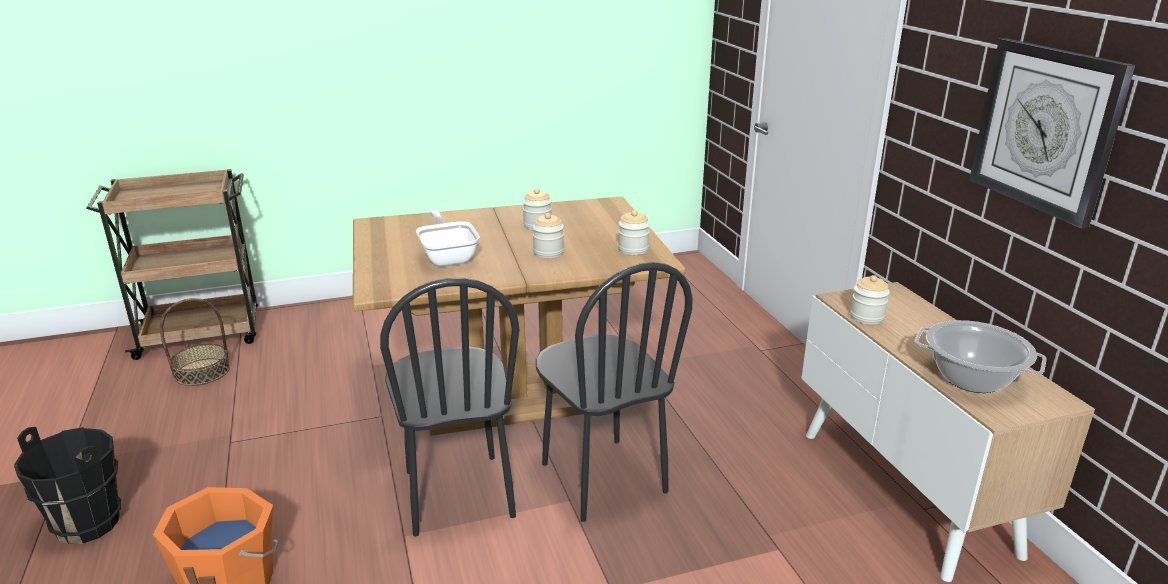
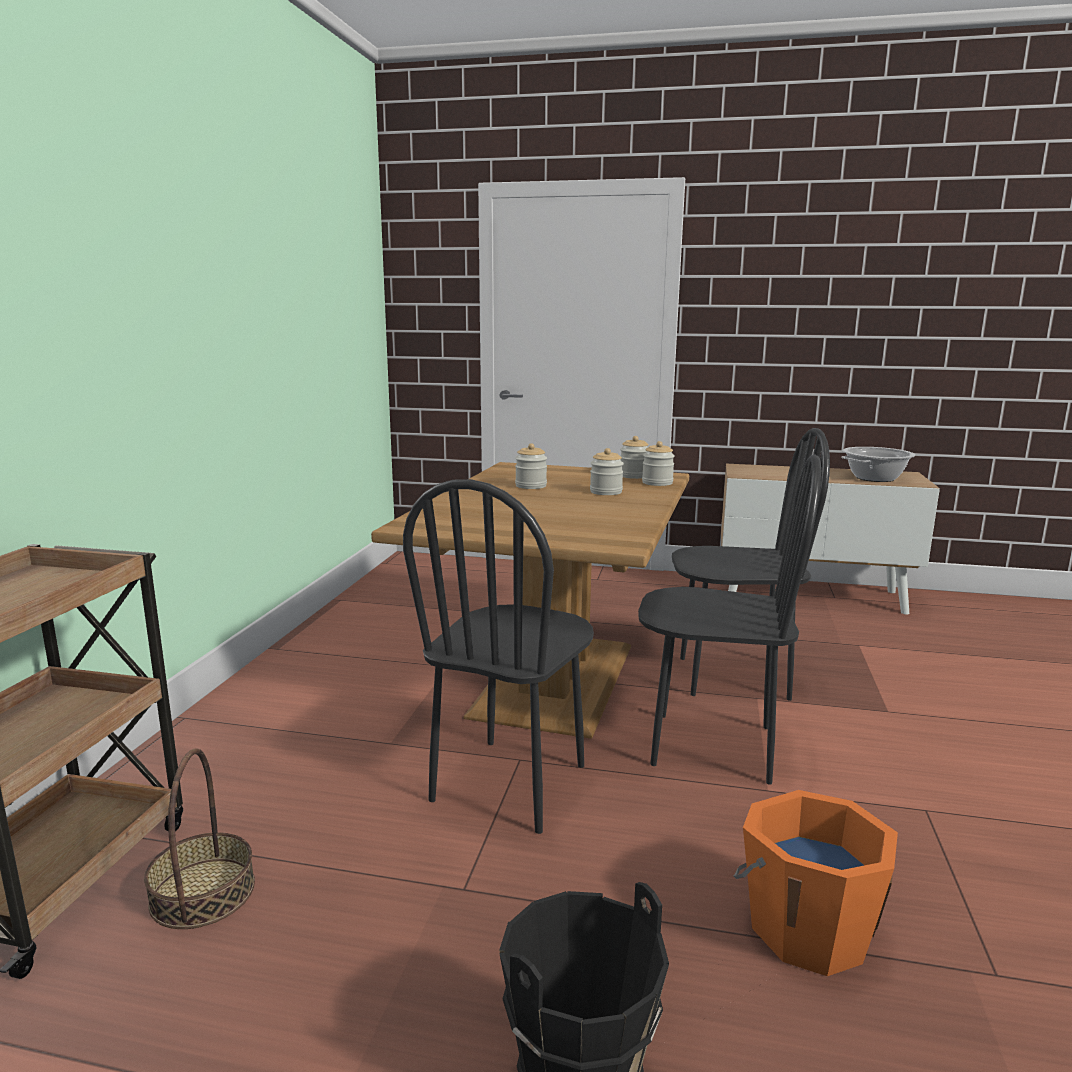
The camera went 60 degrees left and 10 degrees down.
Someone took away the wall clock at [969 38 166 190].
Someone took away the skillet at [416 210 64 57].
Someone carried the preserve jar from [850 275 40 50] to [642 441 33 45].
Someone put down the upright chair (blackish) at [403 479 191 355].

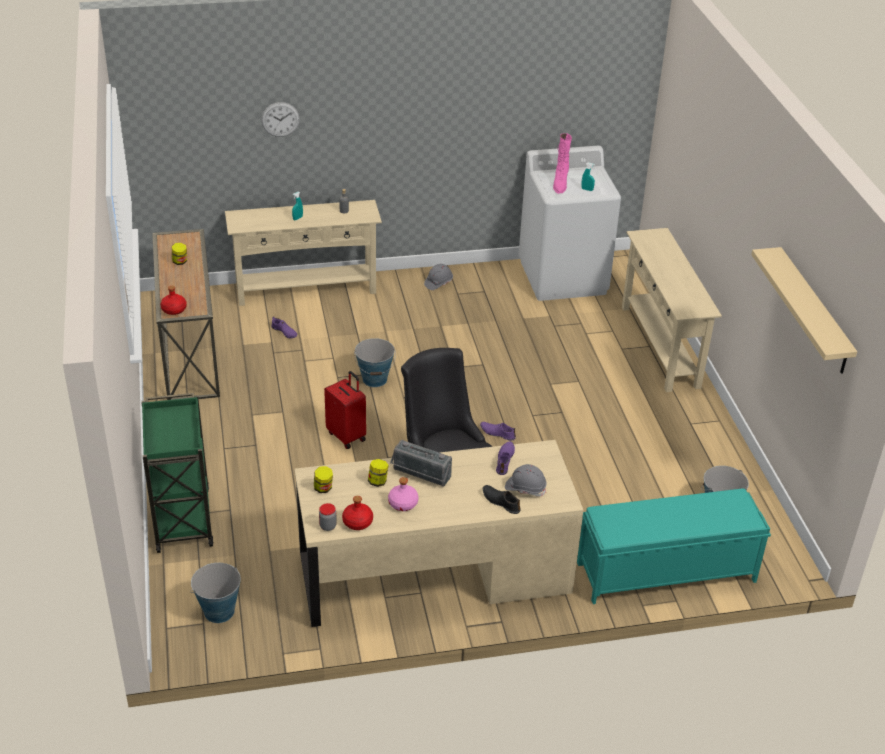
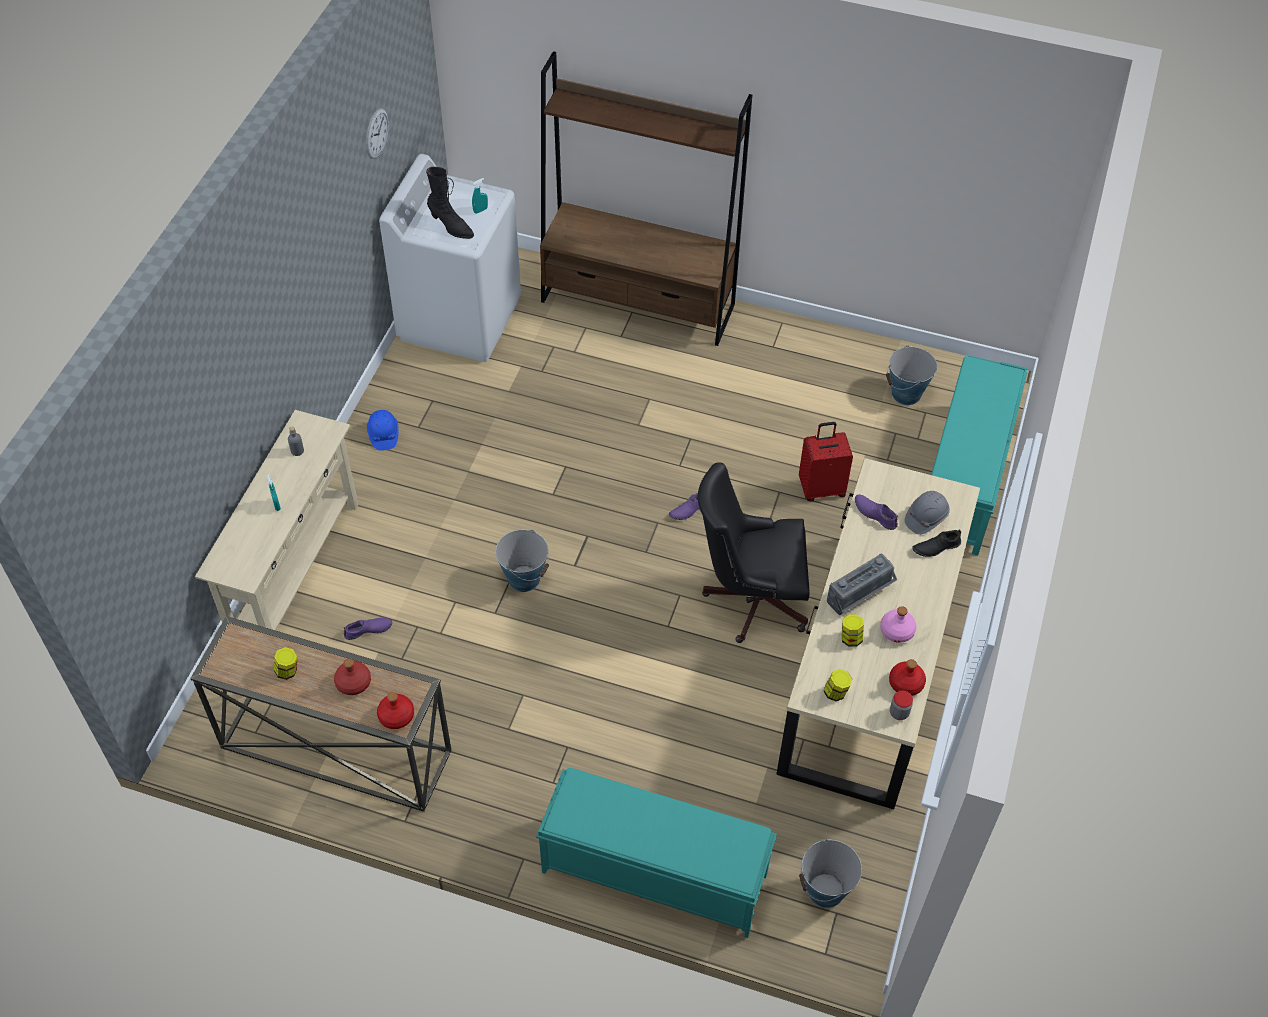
The camera went 60 degrees left and 15 degrees up.
Someone carried the wall clock from [261 102 39 35] to [366 108 23 51].
Someone repainted the high-top boot (pink-coloured) at [553 133 19 60], which became the high-top boot (blackish) at [426 167 48 72].
Someone swapped the narrow table (sand-coloured) at [622 228 100 164] for the shelving unit (brownish) at [540 51 212 295].
Someone took away the wall shelf (sand-coloured) at [751 247 106 127].
Someone repainted the work helmet (grey) at [424 264 29 26], which became the work helmet (blue-coloured) at [367 410 31 41].
Someone carried the travel case (red-coloured) from [324 371 42 78] to [799 422 54 79].
Someone swapped the trolley (green-coloured) at [141 393 73 160] for the bench (blue-green) at [536 768 241 170].
Someone put down the bottle (red-coloured) at [334 659 37 36].

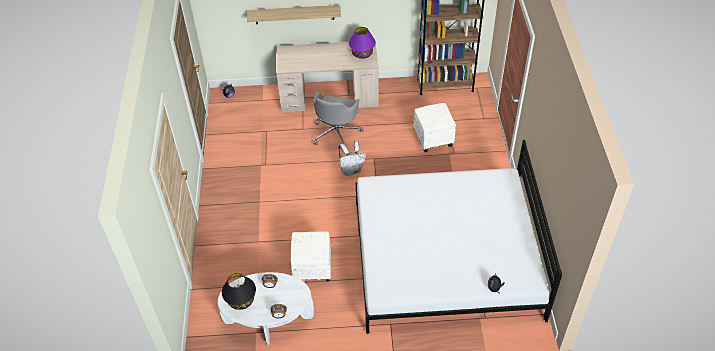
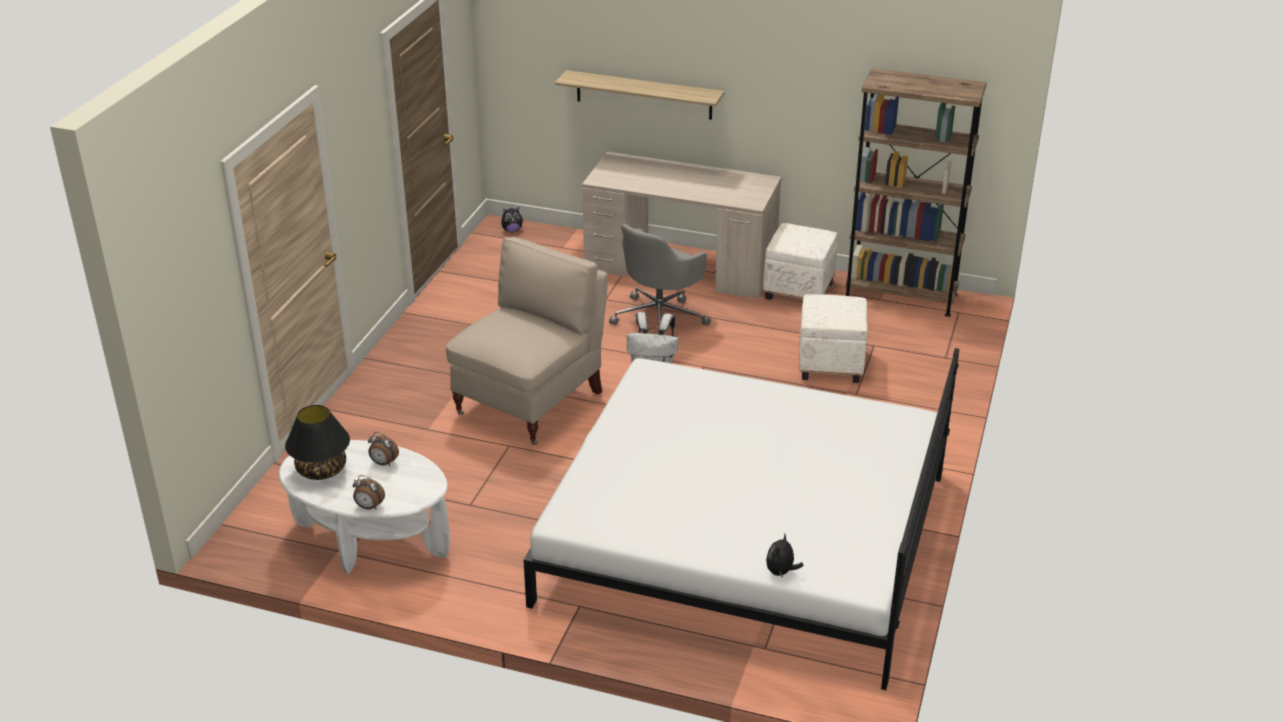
The camera went 20 degrees right and 15 degrees down.
Someone took away the table lamp (purple) at [349 27 27 32].
Someone carried the ottoman (white-coloured) from [291 232 40 49] to [763 223 75 77].
Someone put down the upright chair (sand-coloured) at [446 237 162 208].

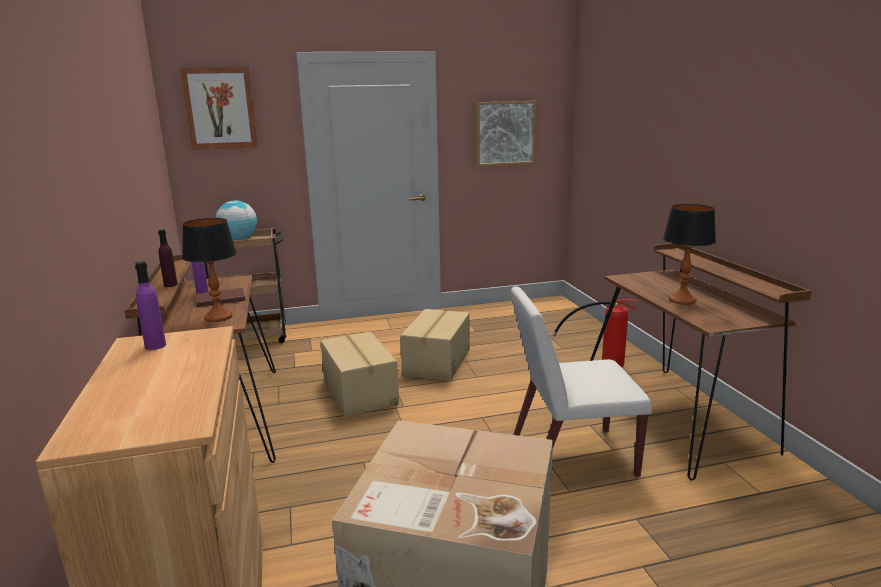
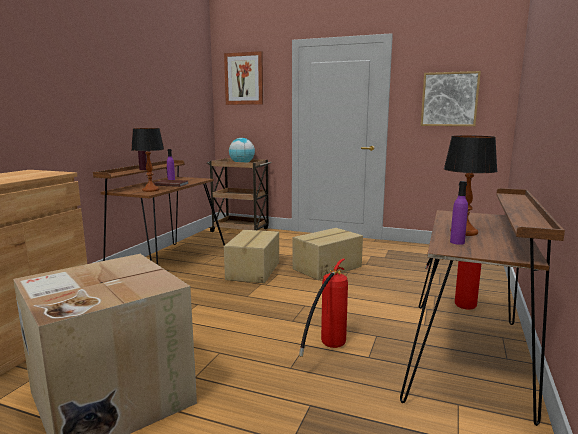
The camera went 35 degrees right and 5 degrees down.
Someone carried the bottle (purple) from [135 261 31 89] to [450 181 18 64].
Someone swapped the upright chair (white-coloured) at [511 286 141 191] for the fire extinguisher at [299 259 49 98].

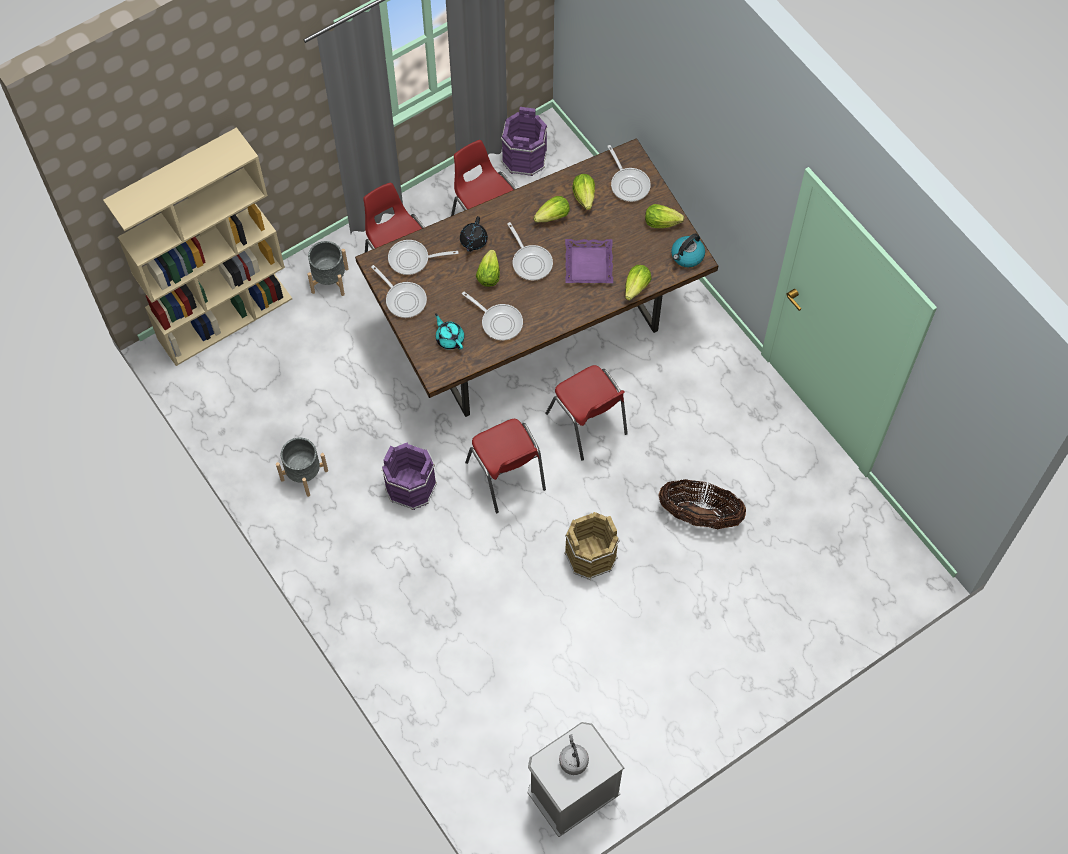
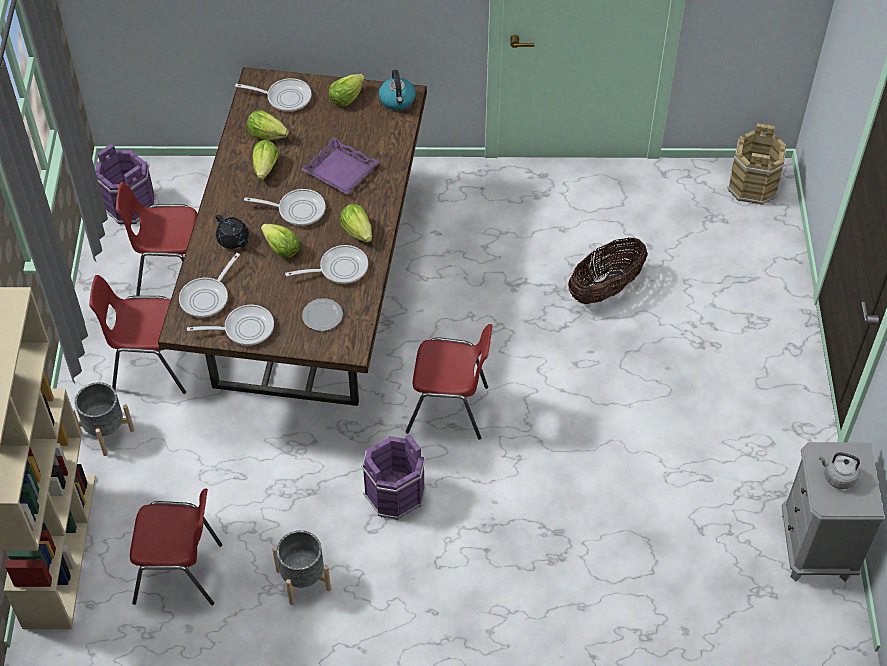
The camera went 55 degrees left and 10 degrees down.
Someone carried the head of lettuce from [625 265 26 35] to [341 204 31 39].
Someone swapped the teapot (blue-green) at [435 313 29 37] for the dinner plate at [302 298 41 33].
Someone carried the upright chair (red-coloured) from [545 365 83 96] to [130 489 92 116].
Someone carried the bucket (brownish) from [564 512 56 68] to [727 123 60 82].

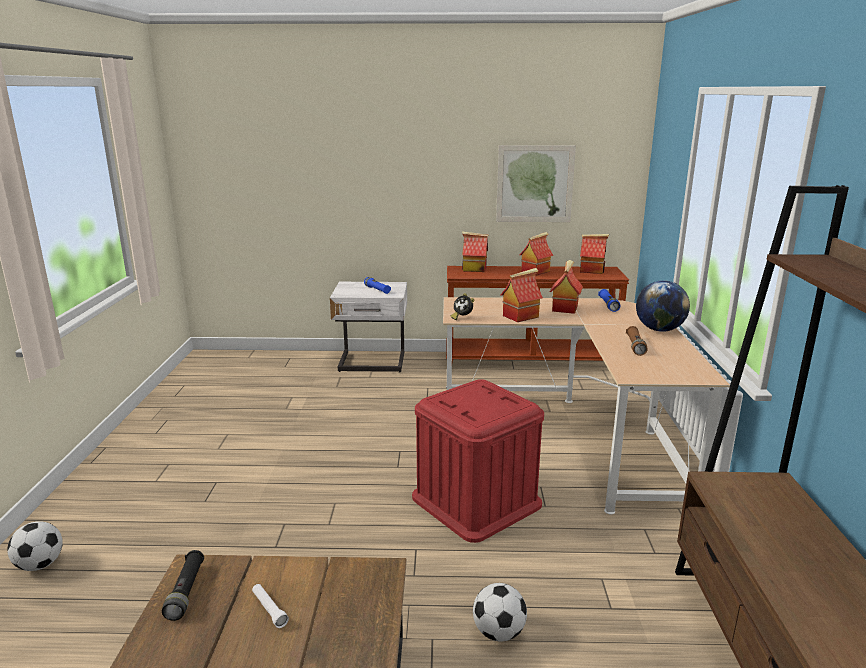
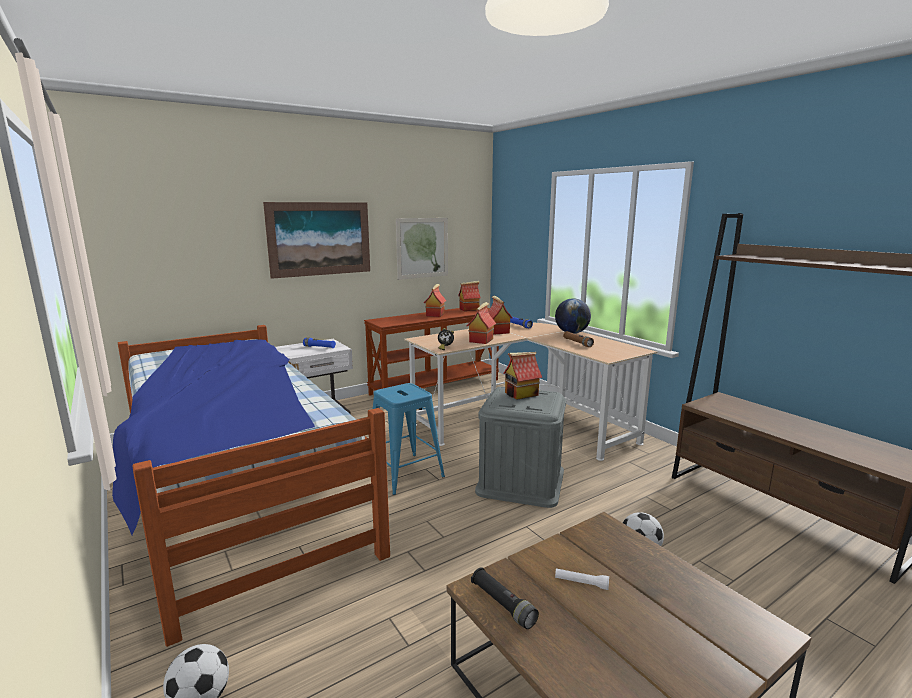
The camera went 35 degrees left and 5 degrees down.
Someone carried the toy house from [462 232 26 40] to [504 352 38 48].
Someone repainted the storage box (red-coloured) at [412 379 132 164], which became the storage box (grey) at [475 387 91 121].
Someone put up the wall picture at [263 202 107 77].
Someone put down the bed at [112 325 278 322].
Someone put down the stool (blue-coloured) at [373 383 72 112].

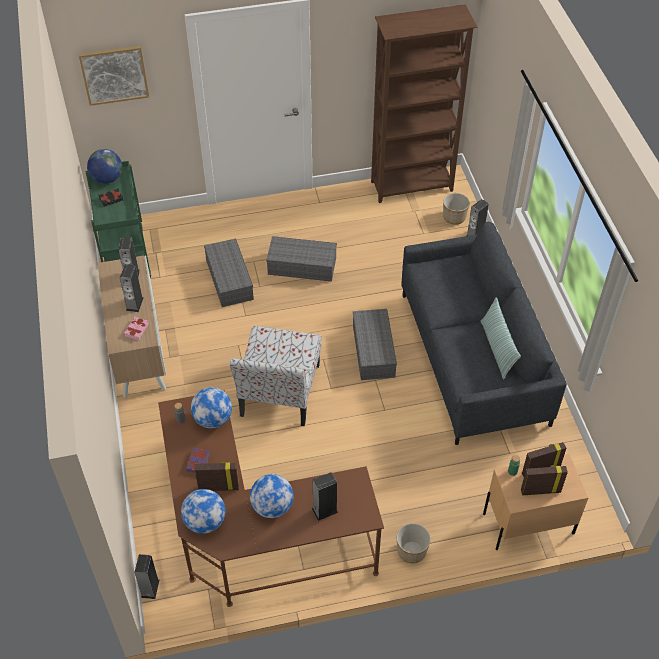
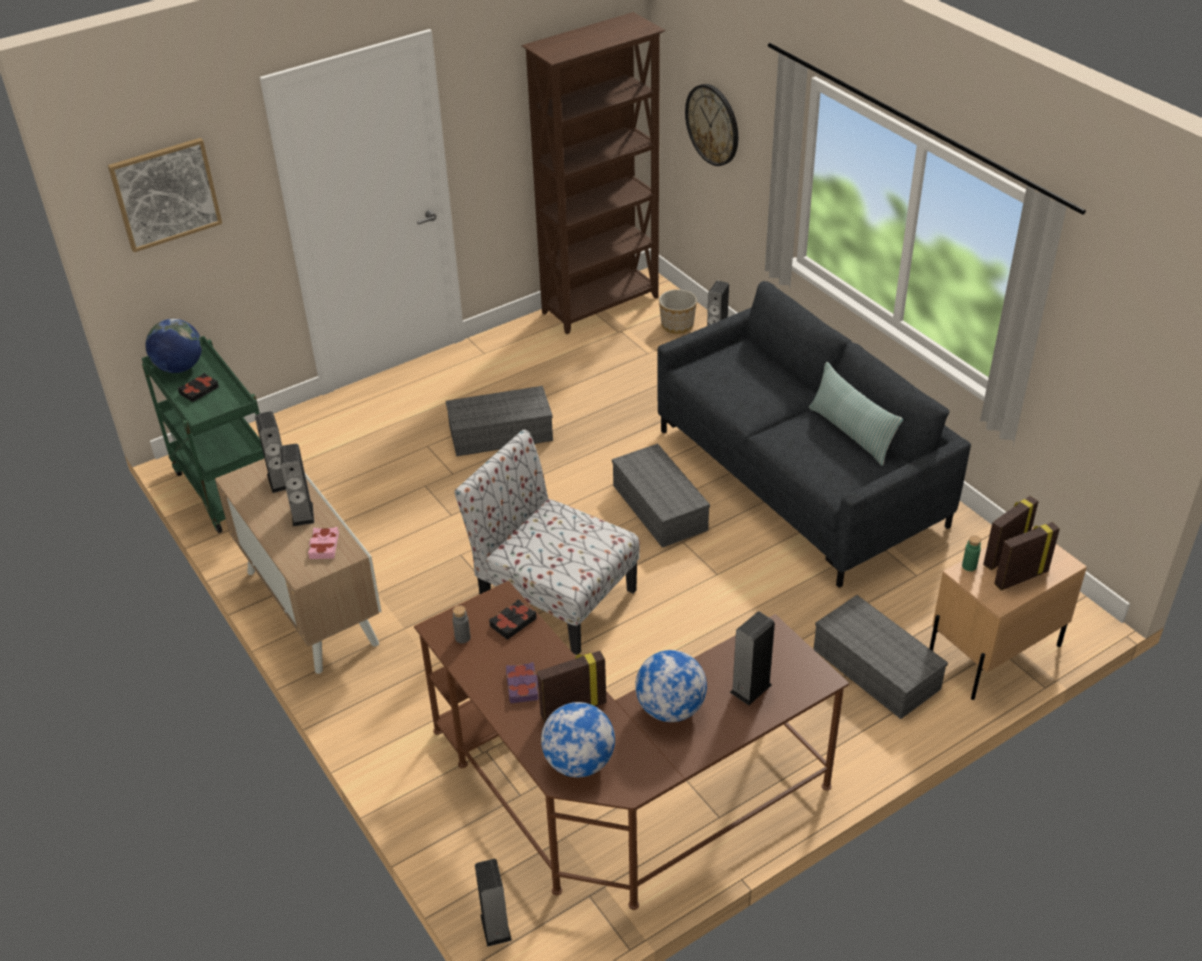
The camera went 20 degrees left and 10 degrees down.
Someone carried the storage box (grey) from [204 238 50 69] to [813 595 135 124].
Someone rotated the upright chair at [230 326 92 100] by 135 degrees clockwise.
Someone swapped the globe at [191 387 41 41] for the volume (blackish) at [489 599 48 41].
Someone took away the plant pot at [397 523 34 40].
Someone put up the wall clock at [685 84 53 82].

